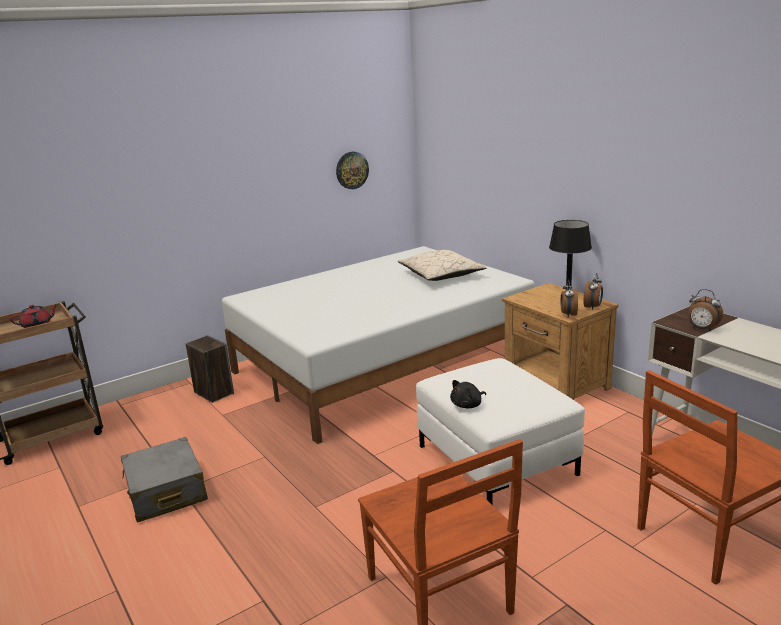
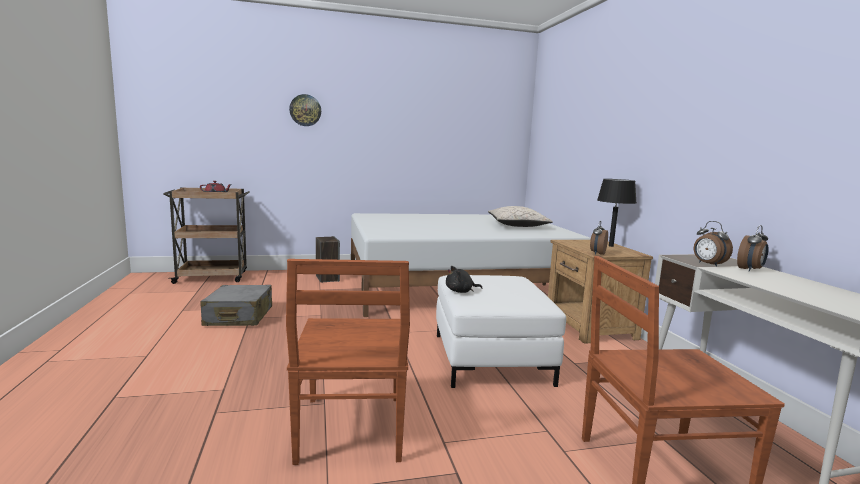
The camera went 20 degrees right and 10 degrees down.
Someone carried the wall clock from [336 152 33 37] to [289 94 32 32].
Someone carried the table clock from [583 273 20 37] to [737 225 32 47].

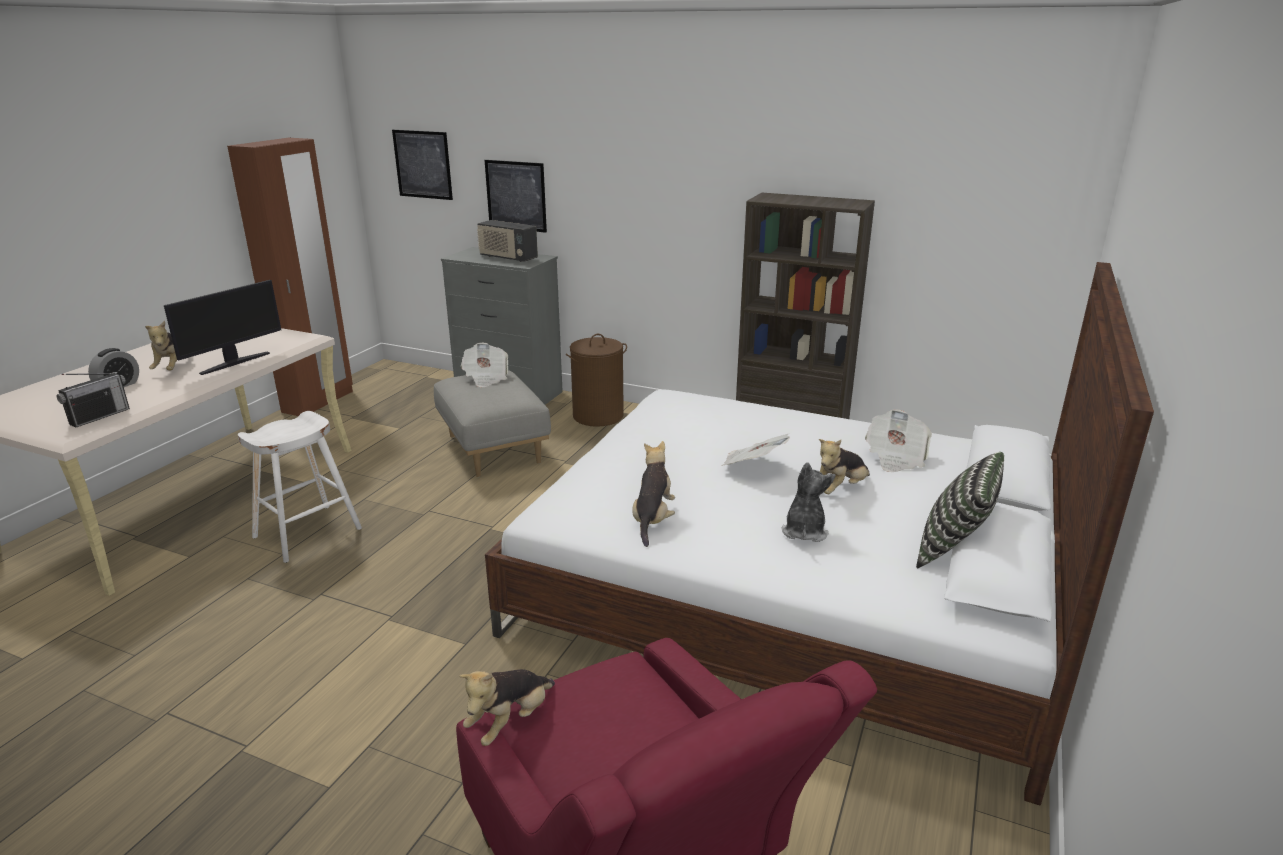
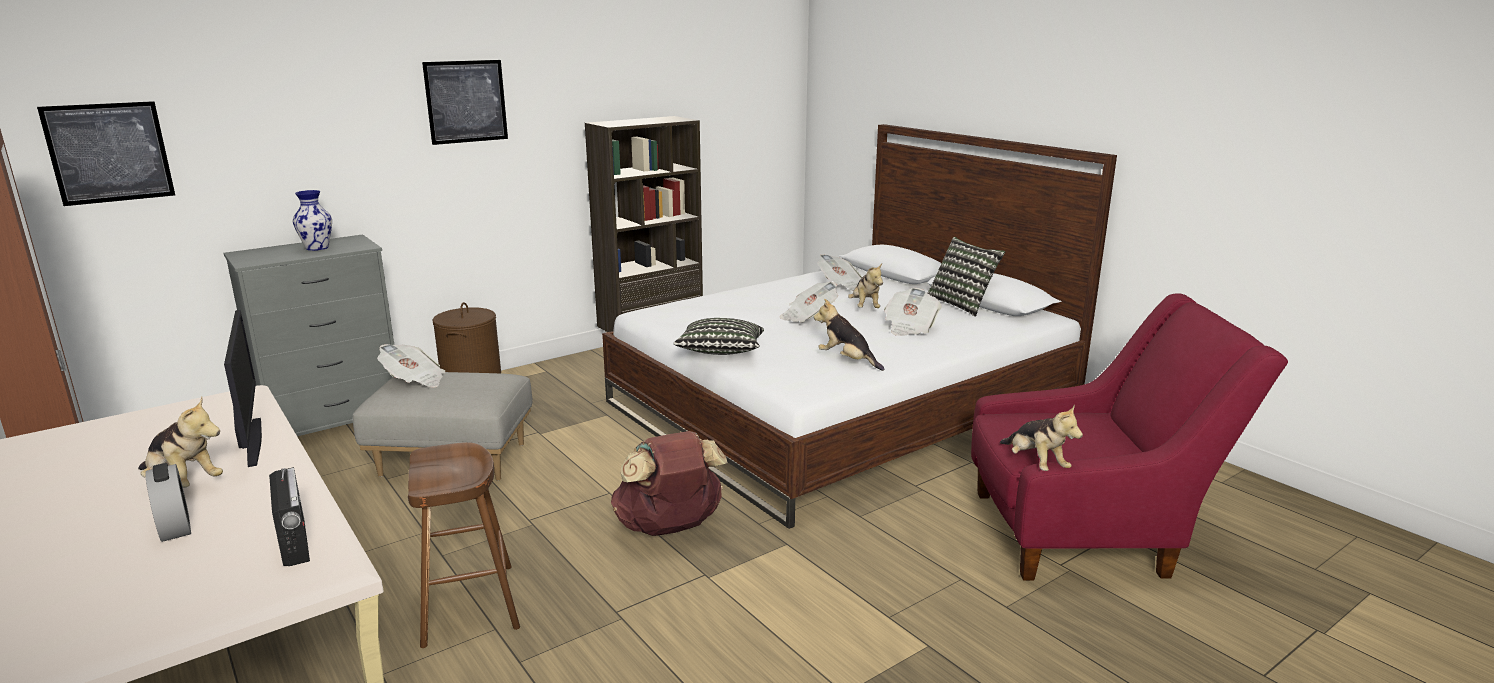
The camera went 60 degrees left and 5 degrees down.
Someone carried the wall picture from [485 160 62 73] to [422 60 86 85].
Someone swapped the radio receiver at [477 220 61 42] for the decorative vase at [293 190 39 61].
Someone repainted the stool (white-coloured) at [238 411 124 152], which became the stool (brownish) at [408 442 112 206].
Someone swapped the soft toy at [781 462 54 80] for the daily paper at [884 288 58 48].
Someone put down the cushion at [673 318 91 37].
Someone put down the backpack (brownish) at [611 431 117 105].

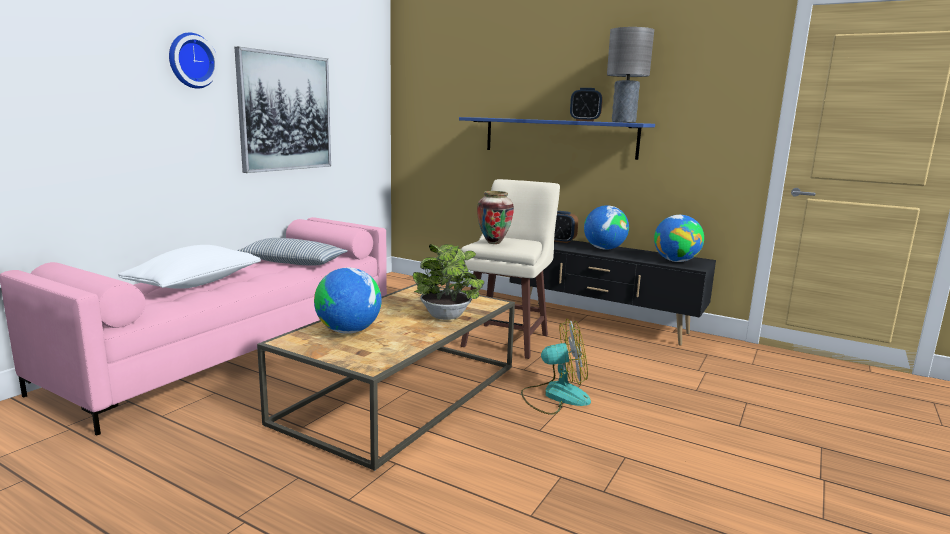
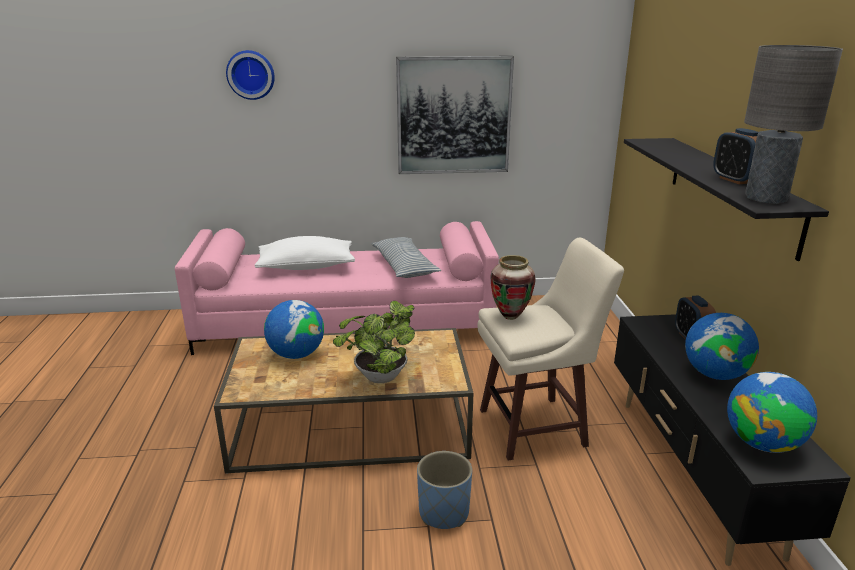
The camera went 55 degrees right and 10 degrees up.
Someone carried the wall clock from [169 33 49 56] to [226 50 49 50].
Someone repainted the wall shelf (blue-coloured) at [459 117 196 43], which became the wall shelf (blackish) at [624 138 205 123].
Someone swapped the electric fan at [521 319 70 96] for the plant pot (blue-coloured) at [417 451 55 78].

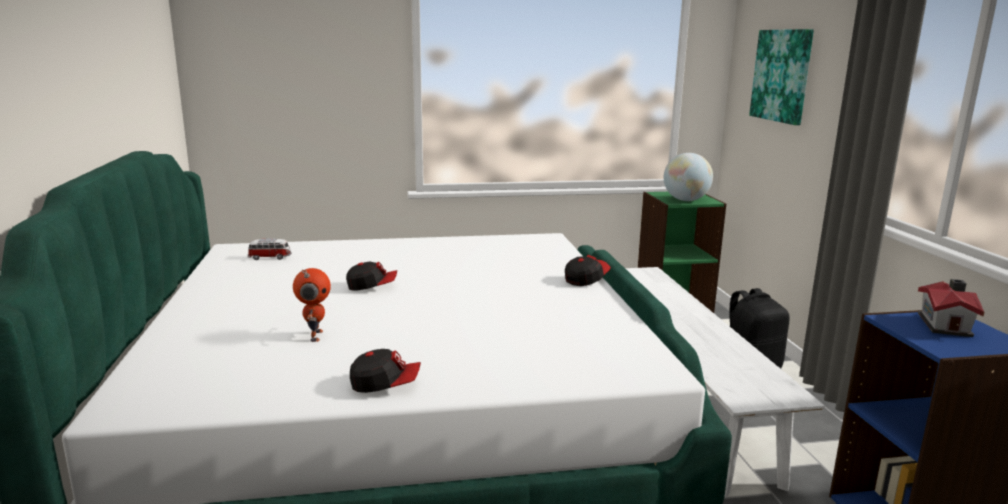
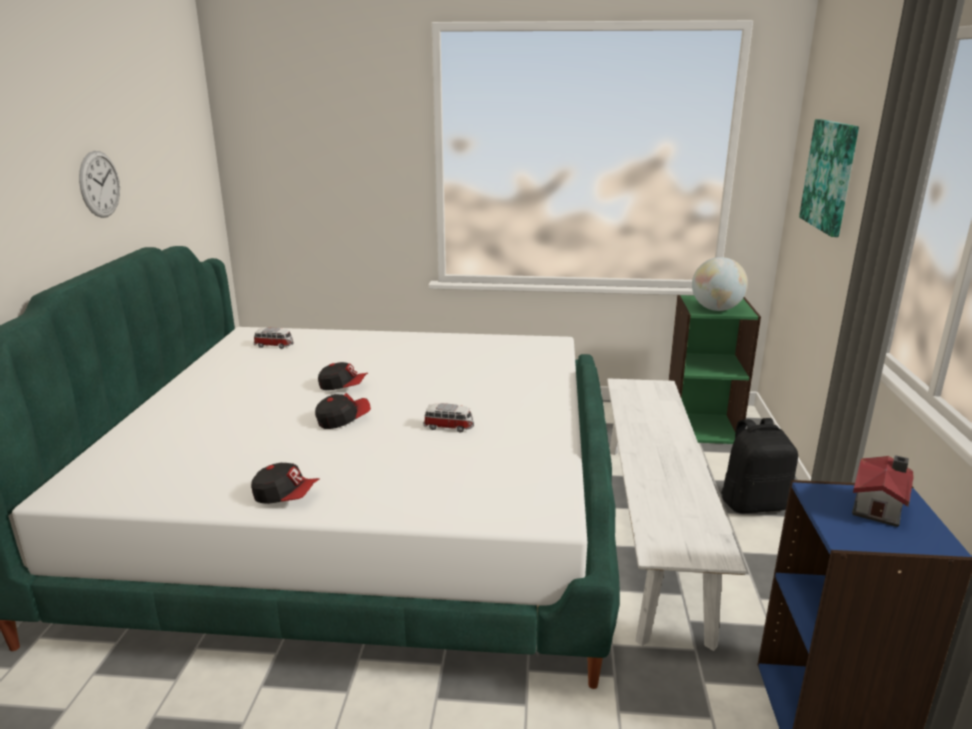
The camera went 15 degrees right and 5 degrees up.
Someone carried the peaked cap from [565 255 46 31] to [315 393 56 36].
Someone took away the toy robot at [293 268 38 74].
Someone put up the wall clock at [79 151 41 67].
Someone put down the miniature car at [423 403 51 30].

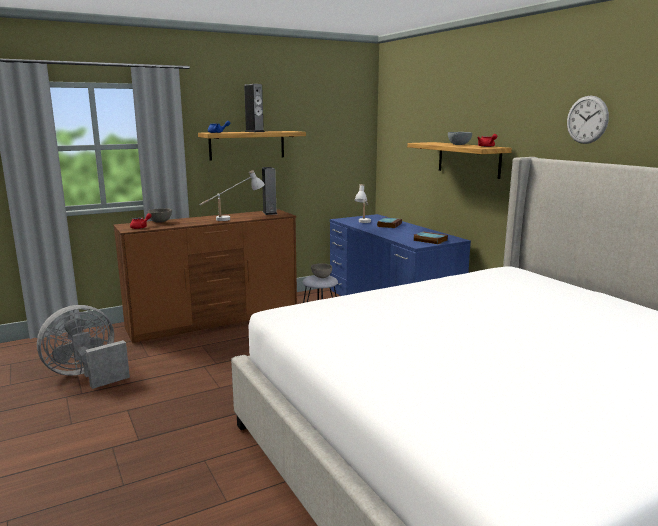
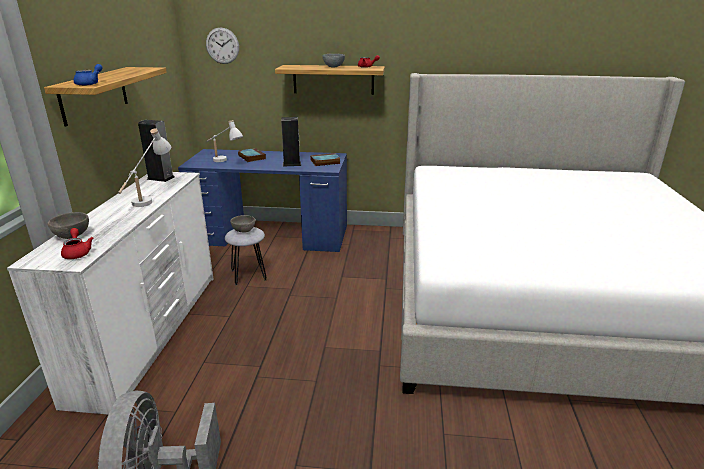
The camera went 55 degrees left and 10 degrees up.
Someone carried the loudspeaker from [244 84 21 48] to [281 117 20 50].
Someone carried the wall clock from [567 96 42 48] to [206 27 33 37].
Someone repainted the chest of drawers (brownish) at [113 209 184 134], which became the chest of drawers (white-coloured) at [7 172 207 243].

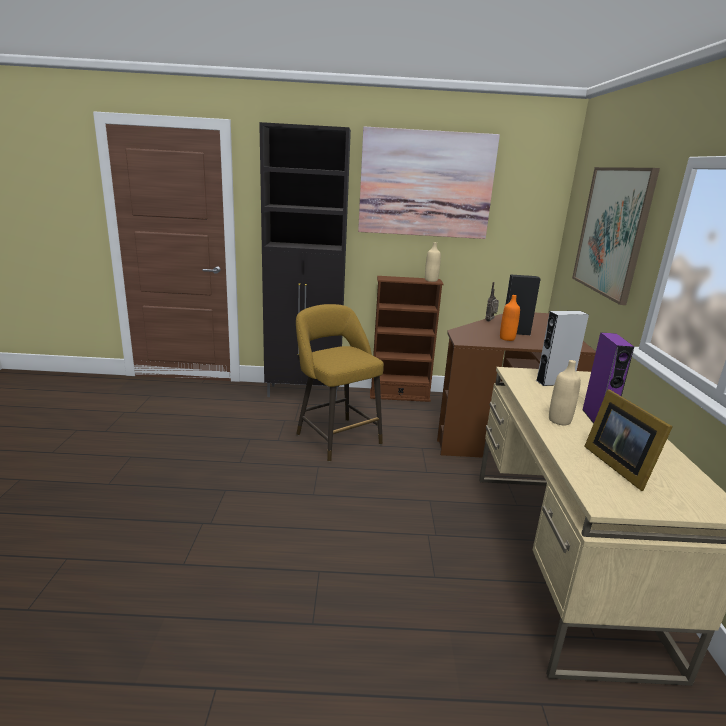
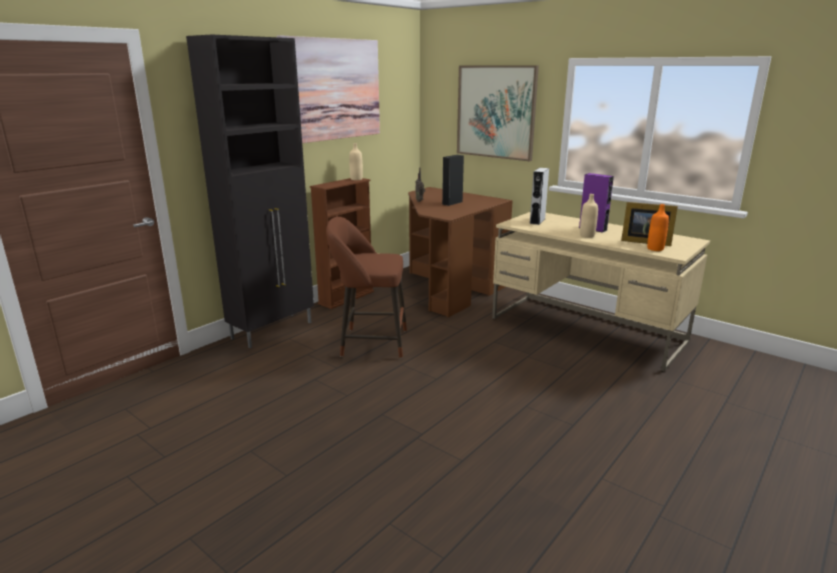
The camera went 50 degrees left and 0 degrees up.
Someone carried the bottle (orange) from [500 295 20 46] to [647 204 22 47].
Someone repainted the stool (yellowish) at [296 304 88 158], which became the stool (brownish) at [326 217 81 141].

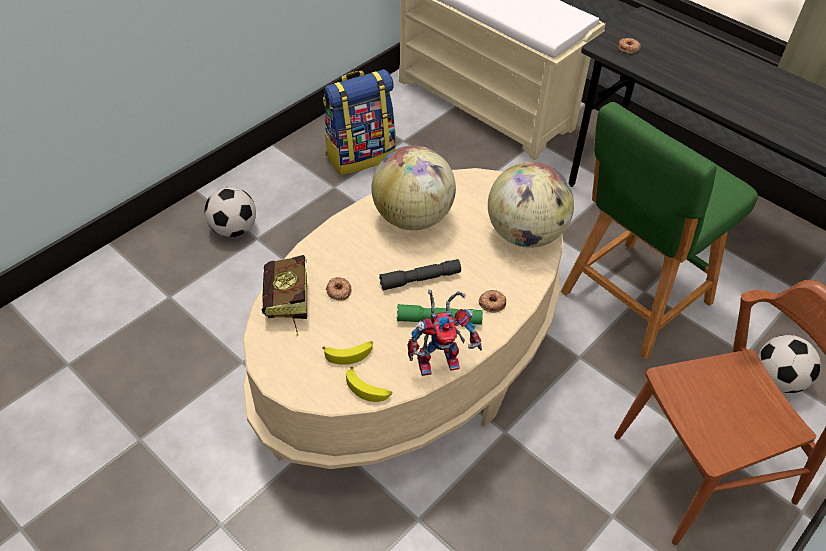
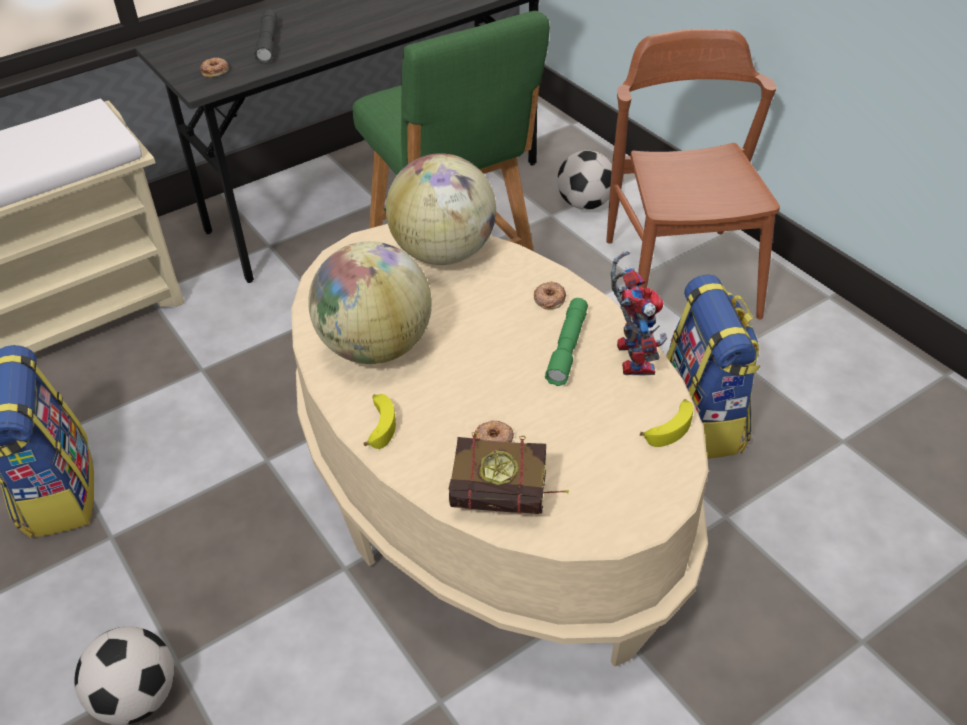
The camera went 75 degrees left and 5 degrees down.
Someone carried the flashlight (grey) from [379 259 82 32] to [255 9 22 55].
Someone carried the banana from [322 341 51 24] to [363 394 33 55].
Someone put down the backpack at [666 275 95 184].

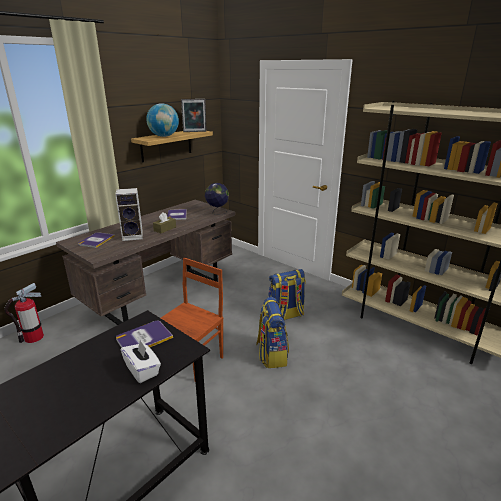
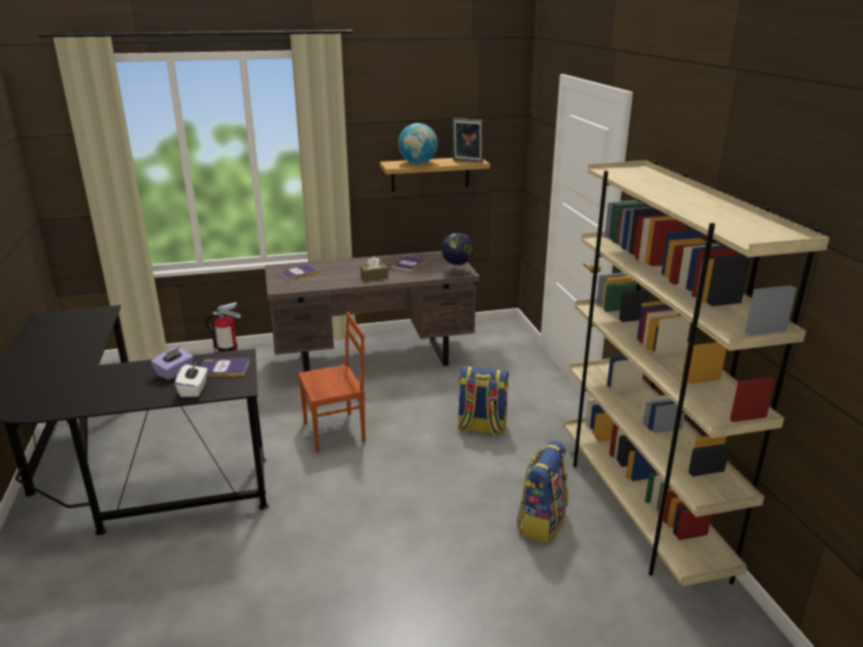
The camera went 35 degrees right and 0 degrees up.
Someone took away the loudspeaker at [115 188 28 53].
Someone carried the backpack from [256 297 33 71] to [516 441 52 103].
Someone put down the tissue holder (purple) at [151 347 42 33].

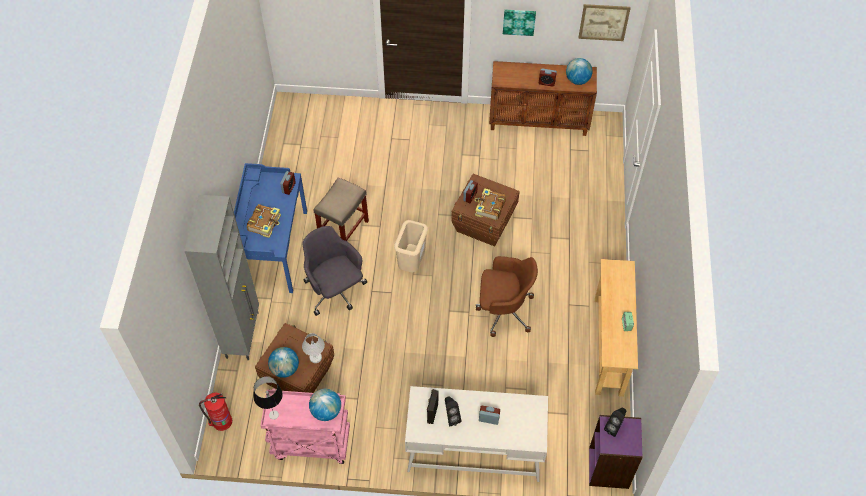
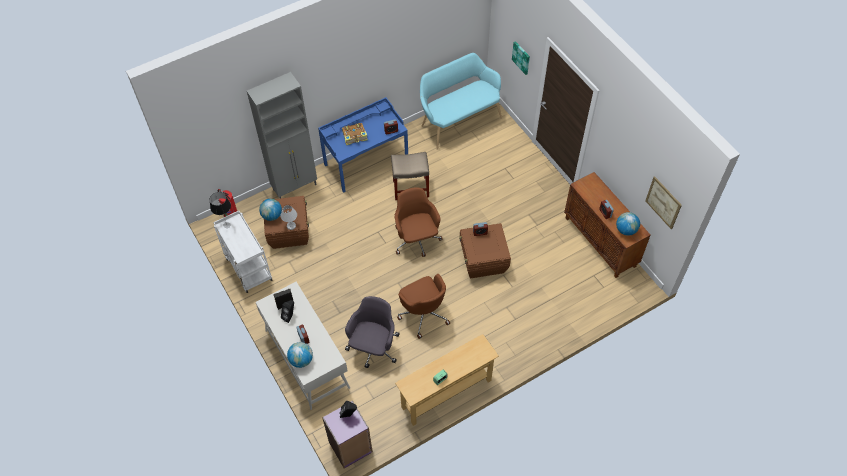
The camera went 55 degrees right and 0 degrees up.
Someone carried the wall picture from [503 10 33 26] to [512 41 18 34].
Someone took away the volume at [475 188 31 33].
Someone swapped the rubbish bin (sand-coloured) at [394 220 34 52] for the desk chair (brownish) at [395 187 48 70].
Someone carried the desk chair (grey) from [302 226 65 90] to [345 296 55 72].
Someone repainted the trolley (pink-coloured) at [260 389 90 75], which became the trolley (white-coloured) at [213 211 60 82].
Someone carried the globe from [309 389 32 32] to [287 342 26 26].
Someone put down the bench (blue-green) at [420 53 82 97].

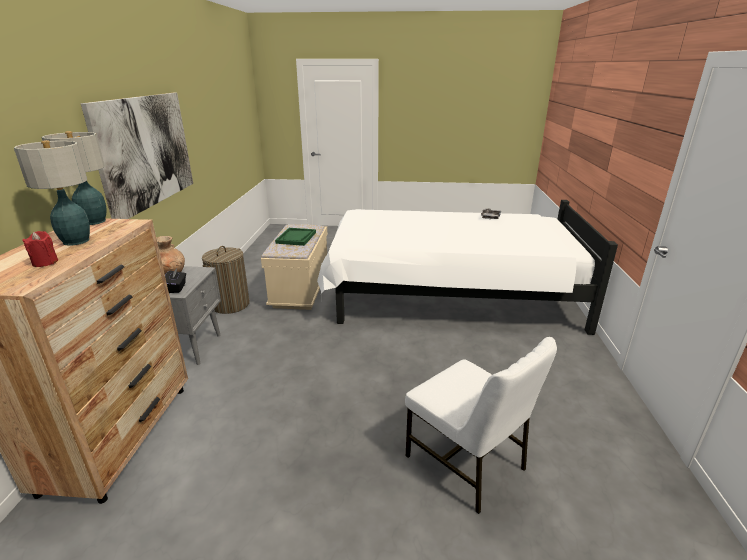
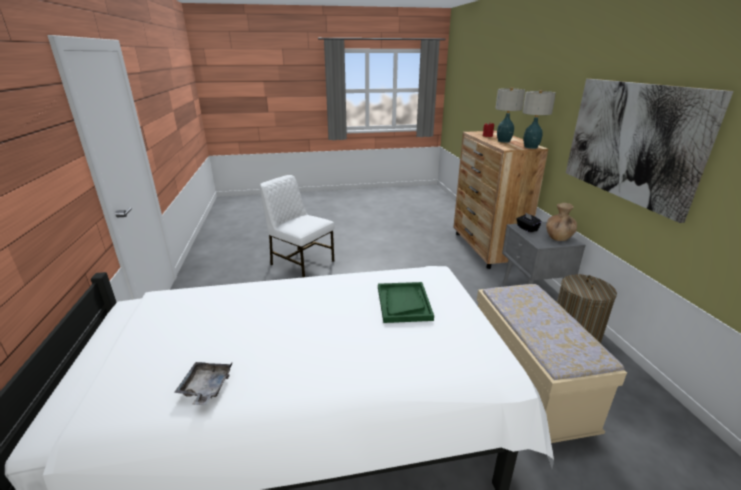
The camera went 165 degrees right and 0 degrees up.
Someone carried the tray (green-coloured) from [275 228 41 18] to [378 282 56 41].

